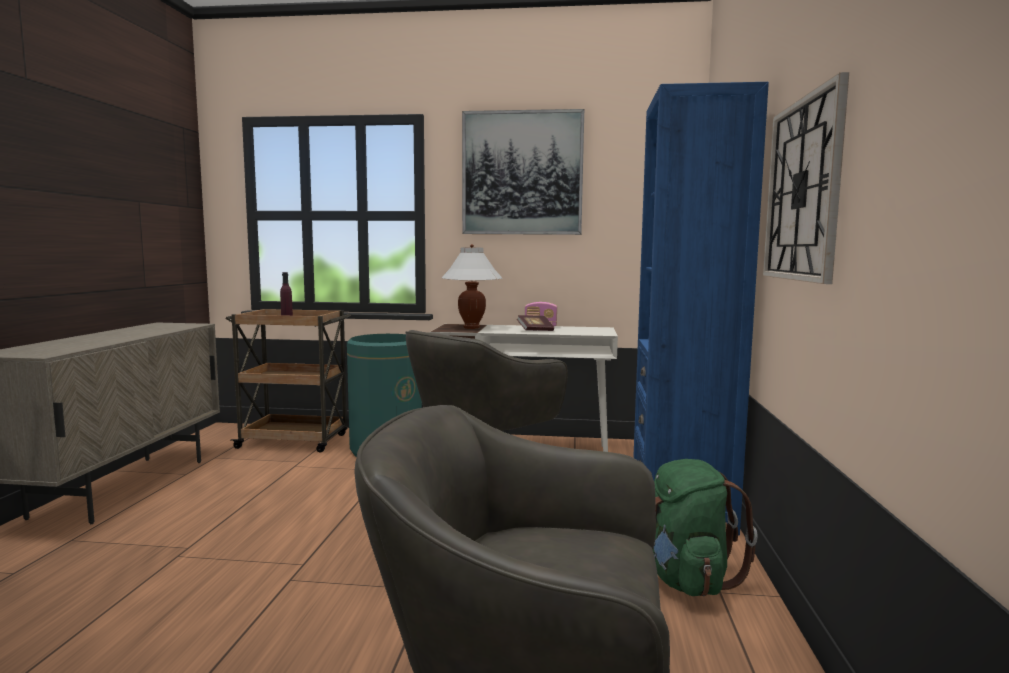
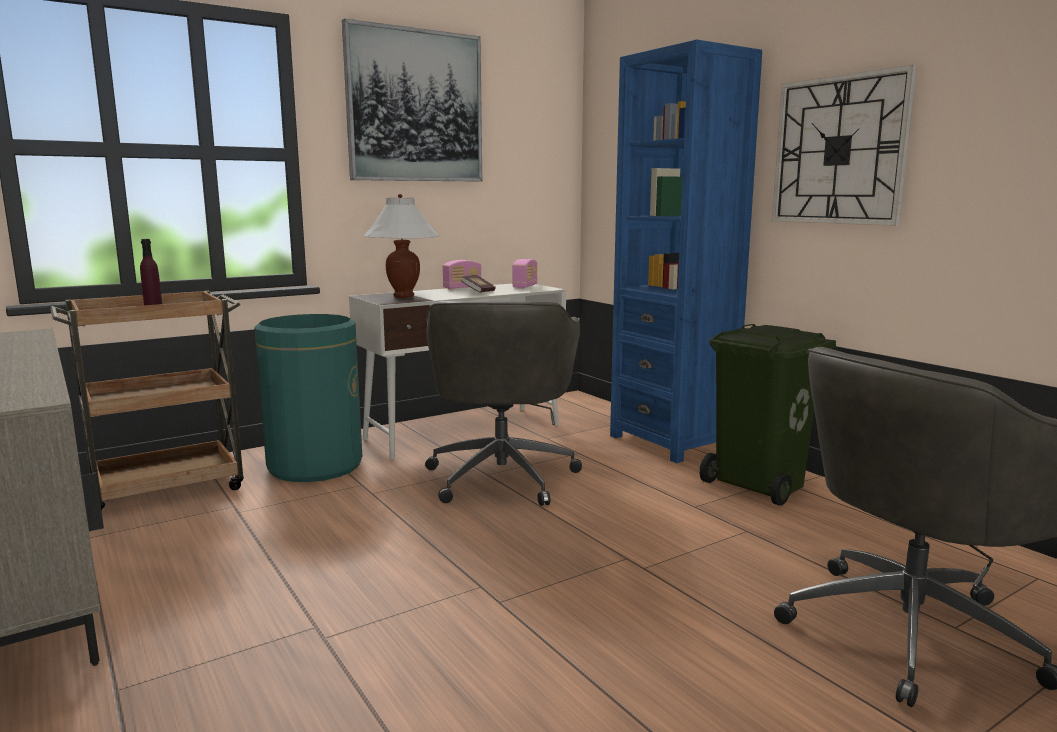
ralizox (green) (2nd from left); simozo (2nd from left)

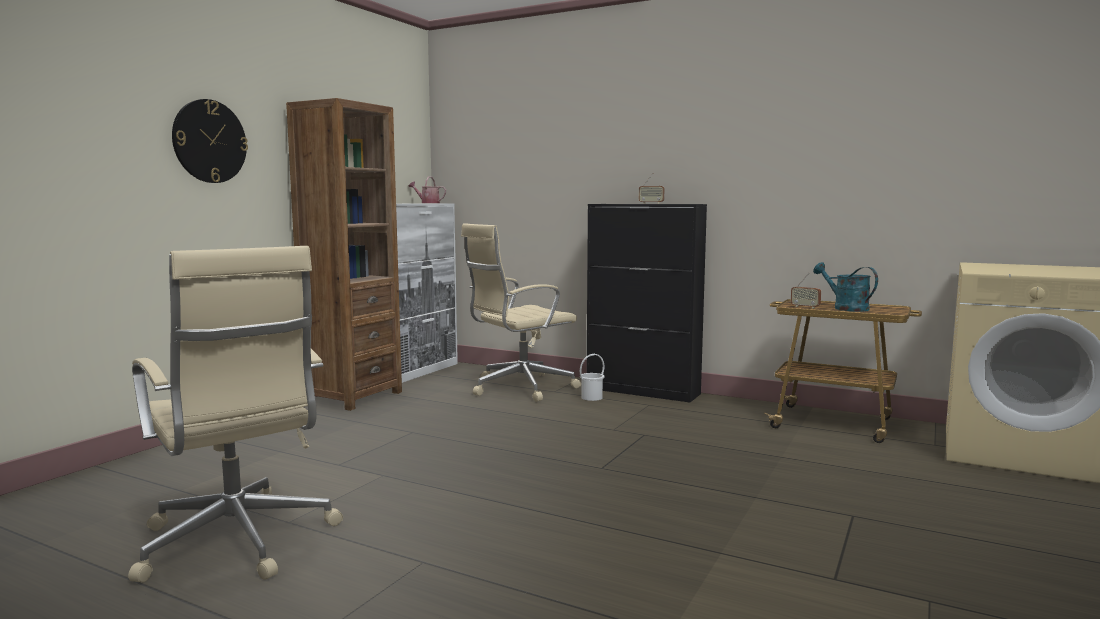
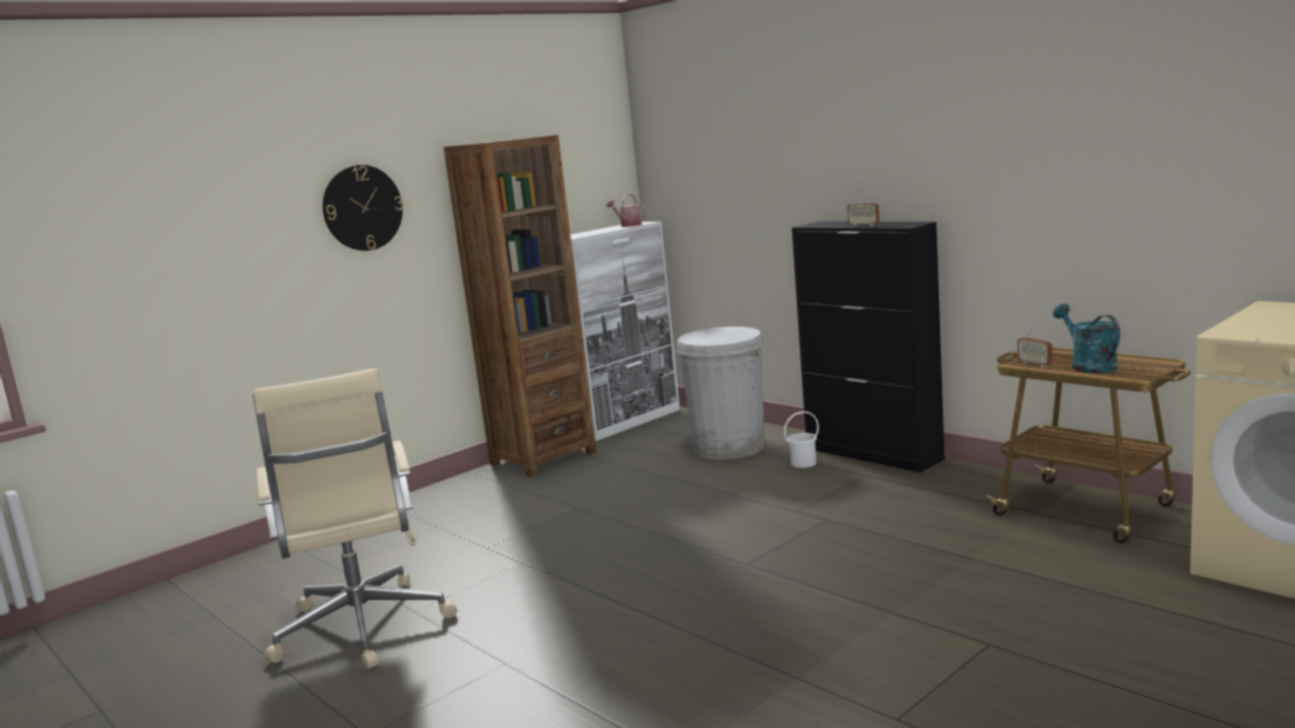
ralizox (white)

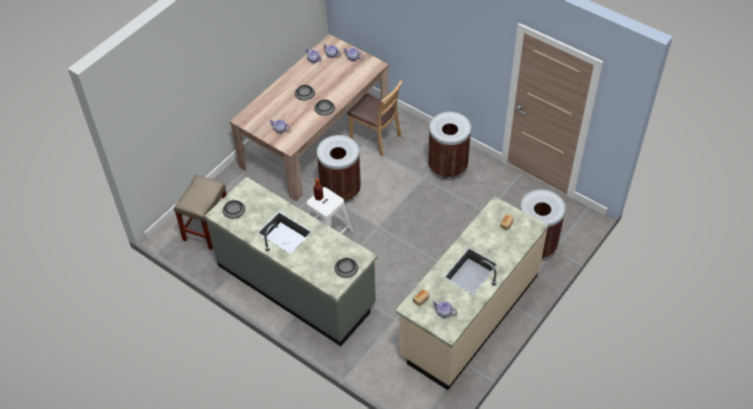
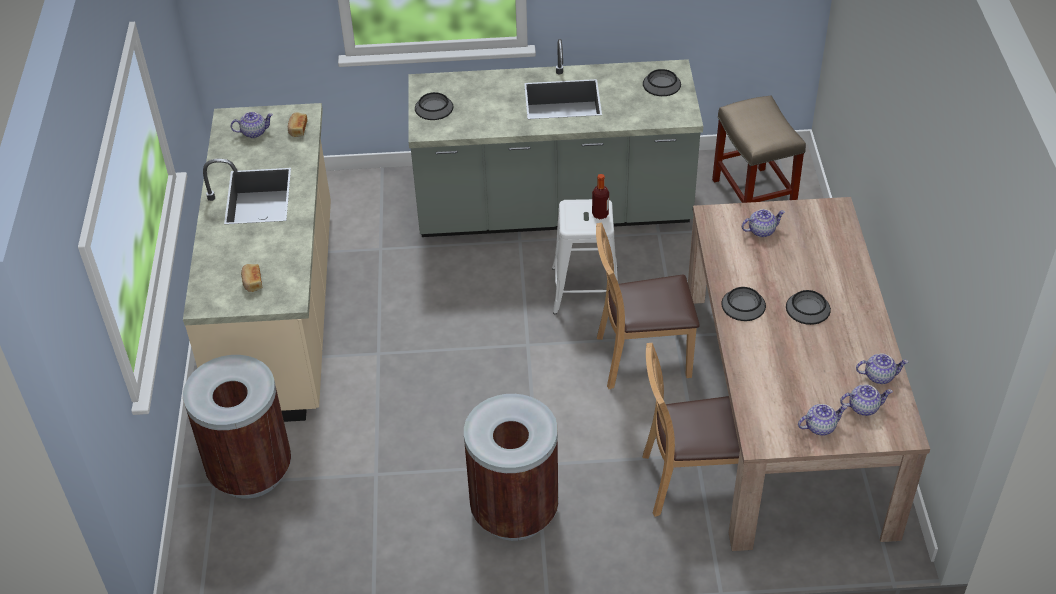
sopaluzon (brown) (1st from left)

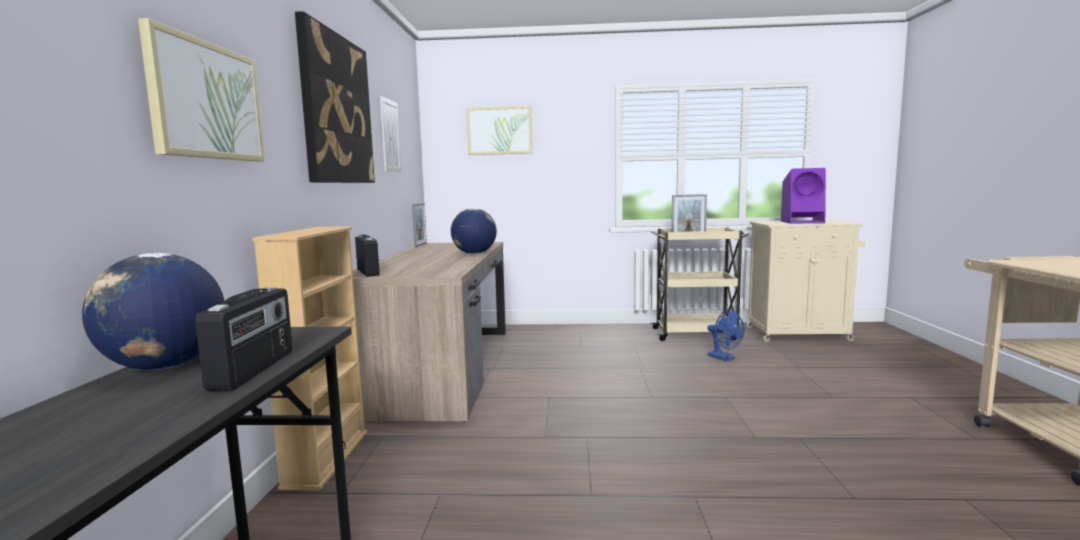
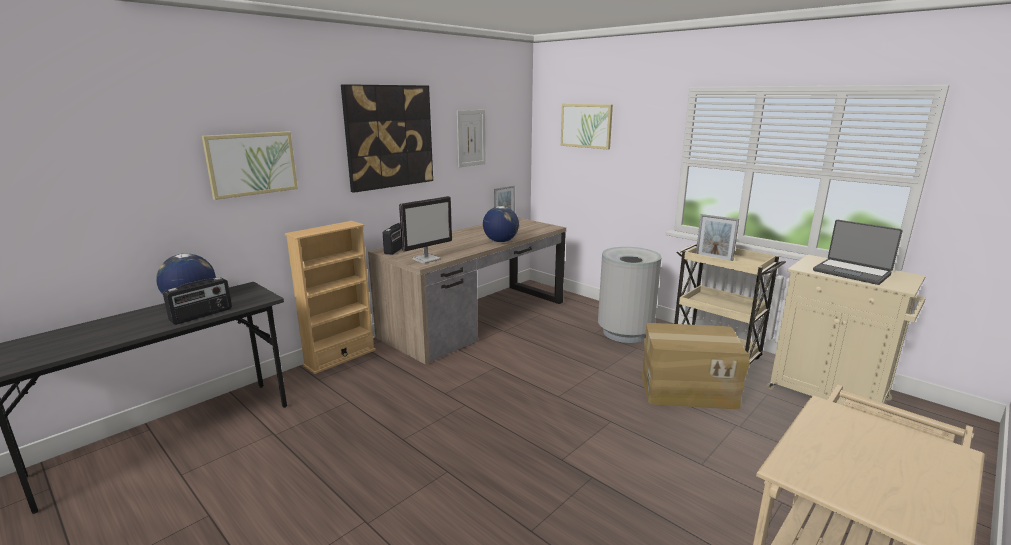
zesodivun; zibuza; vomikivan; ralizox (grey)

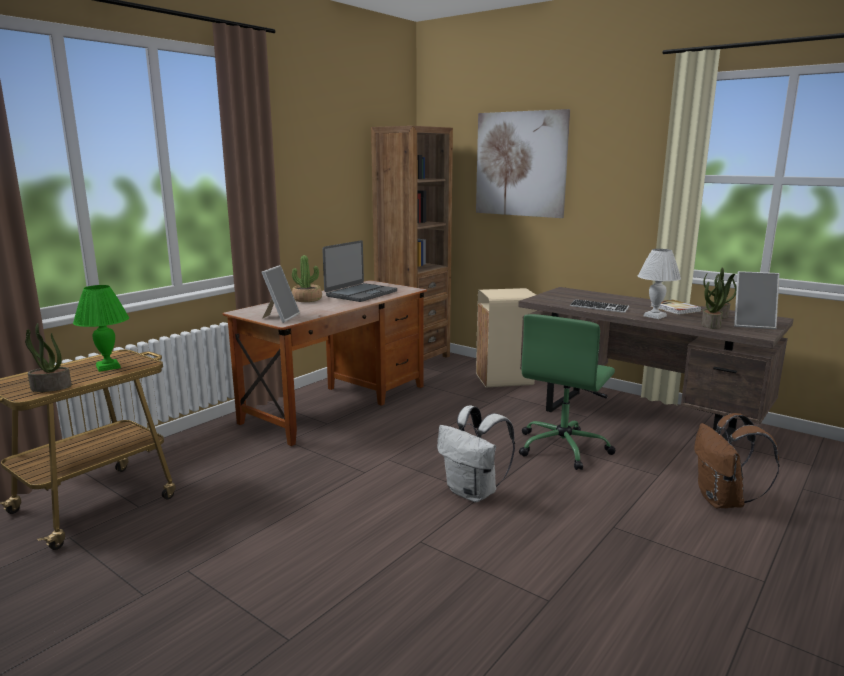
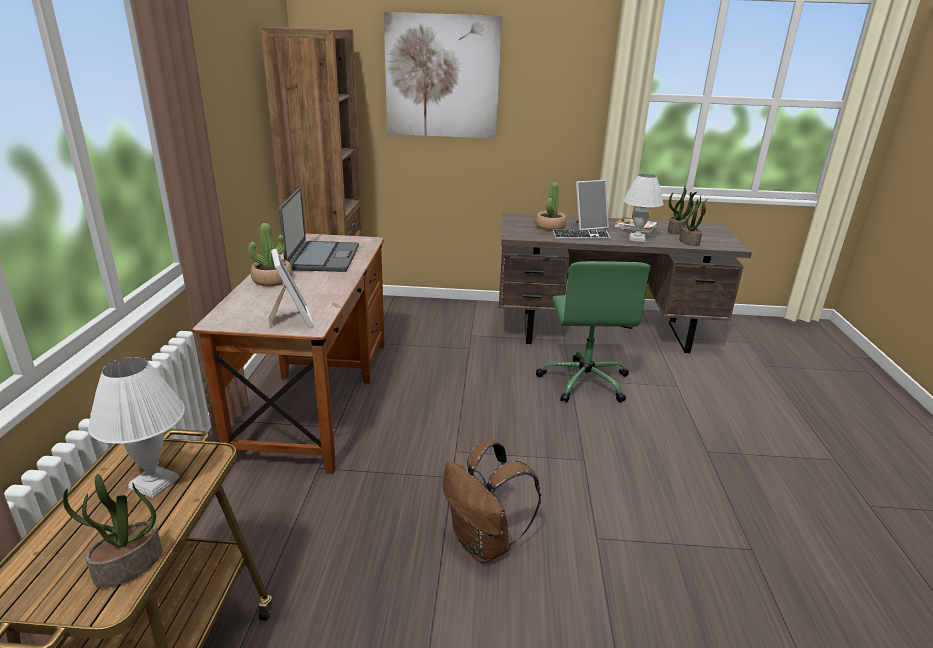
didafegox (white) (1st from left); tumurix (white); ralizox (beige); tumurix (brown); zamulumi (2nd from left); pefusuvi (3rd from left)

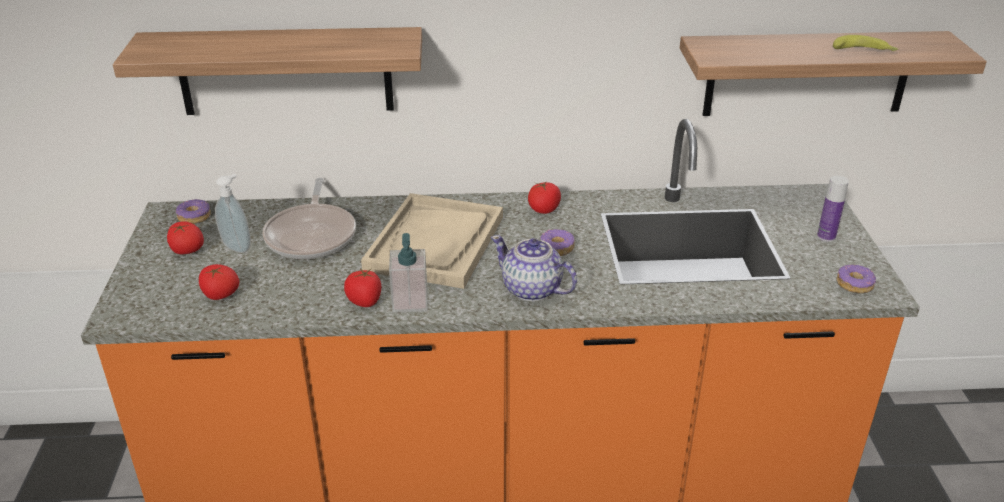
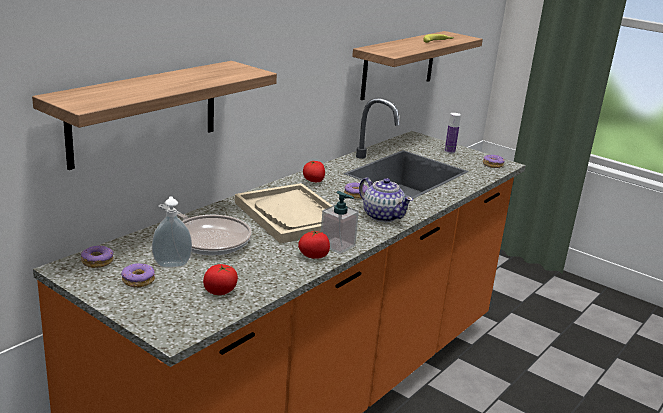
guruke (2nd from left); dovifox

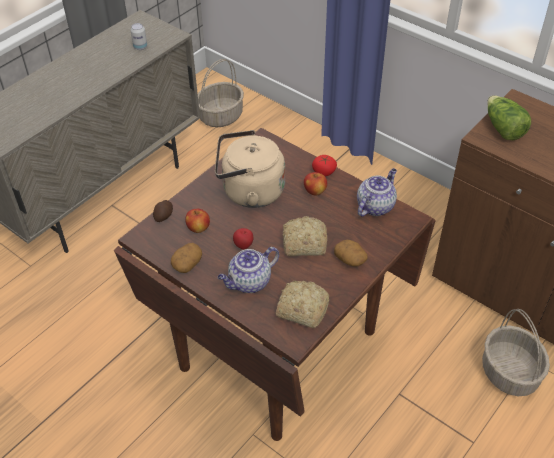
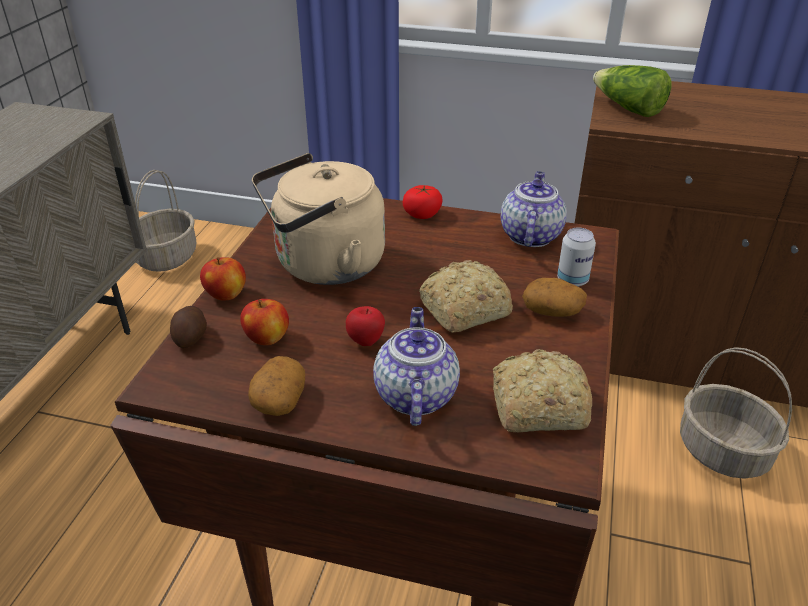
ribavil; dovifox (1st from left); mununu (1st from left)

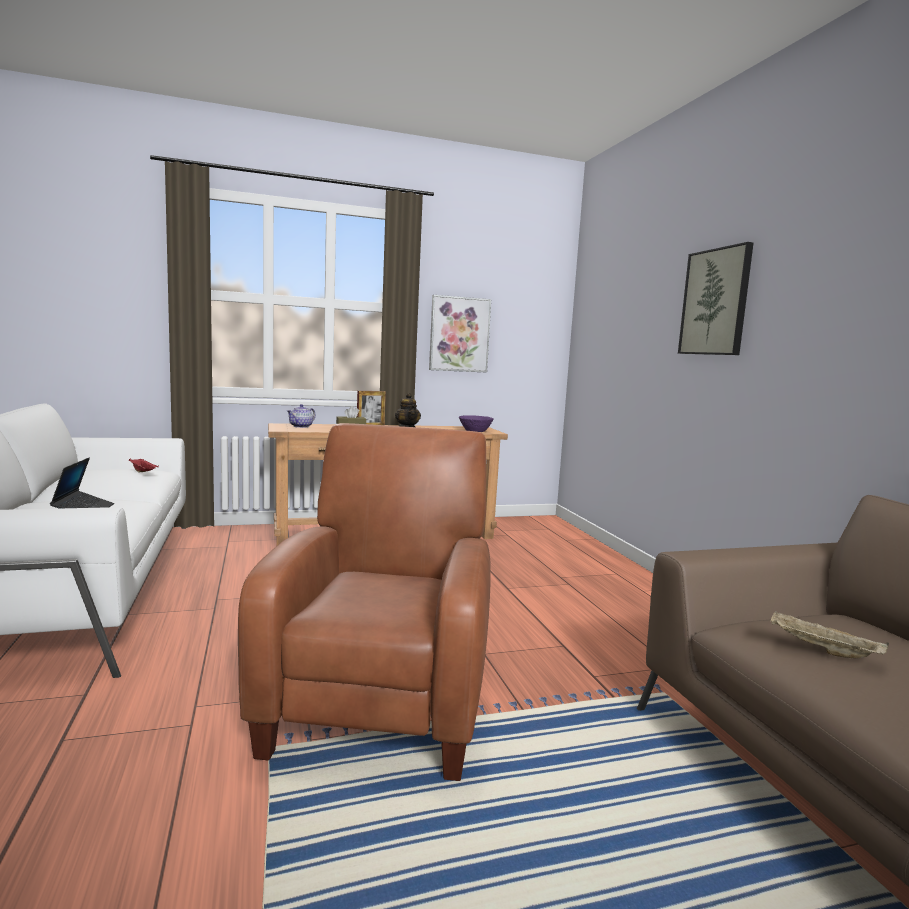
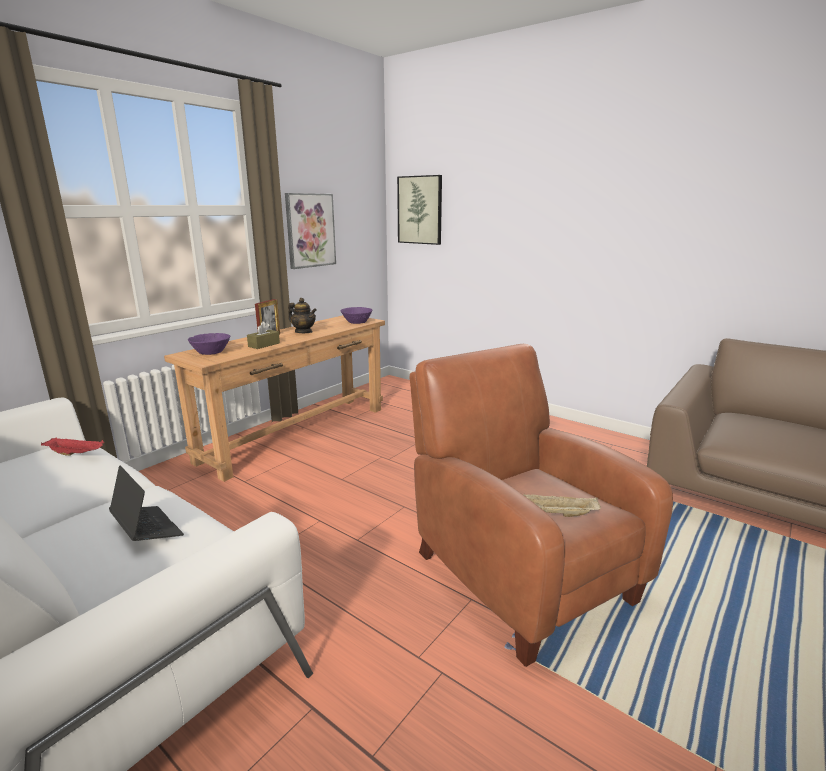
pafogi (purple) (1st from left); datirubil (2nd from left); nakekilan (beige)

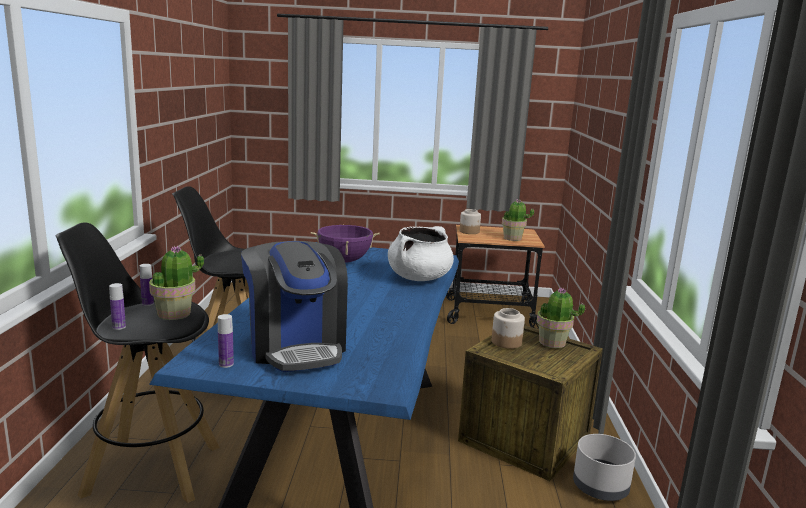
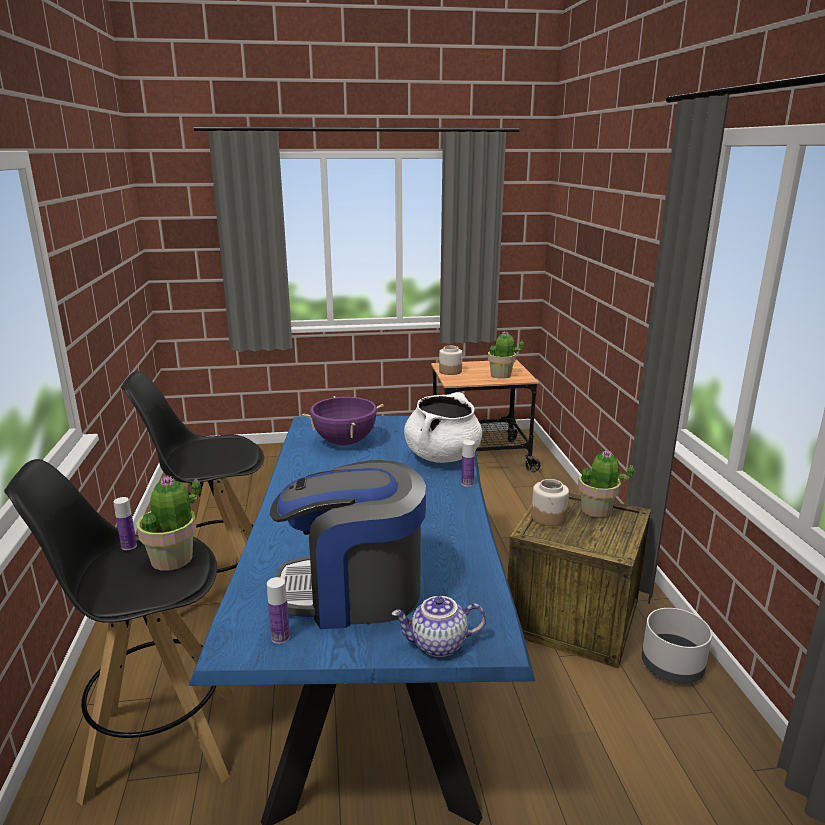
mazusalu (3rd from left); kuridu; dovifox

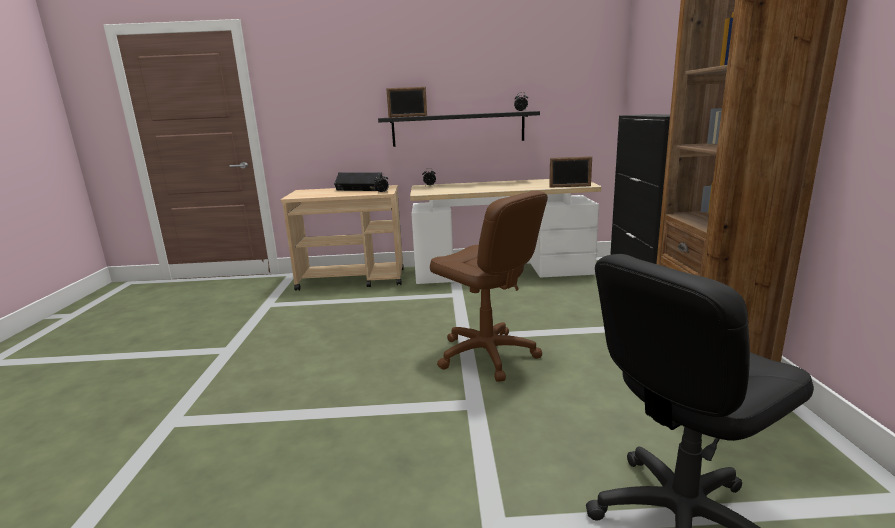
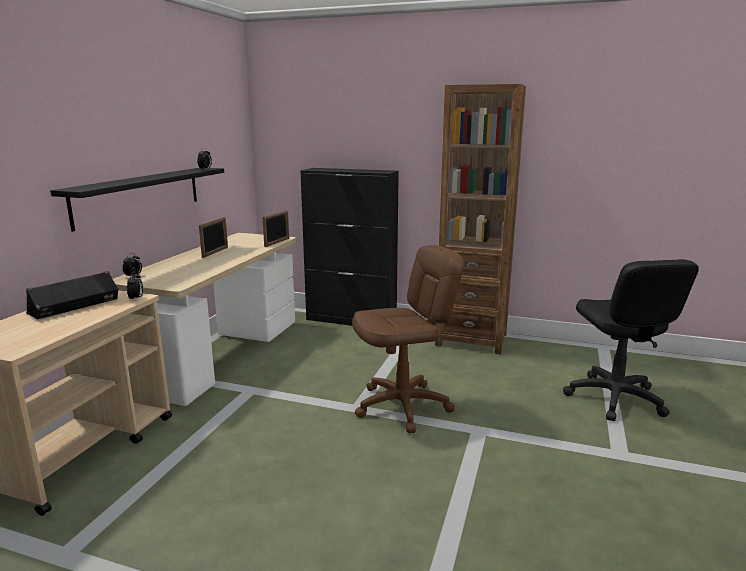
zamulumi (1st from left)

